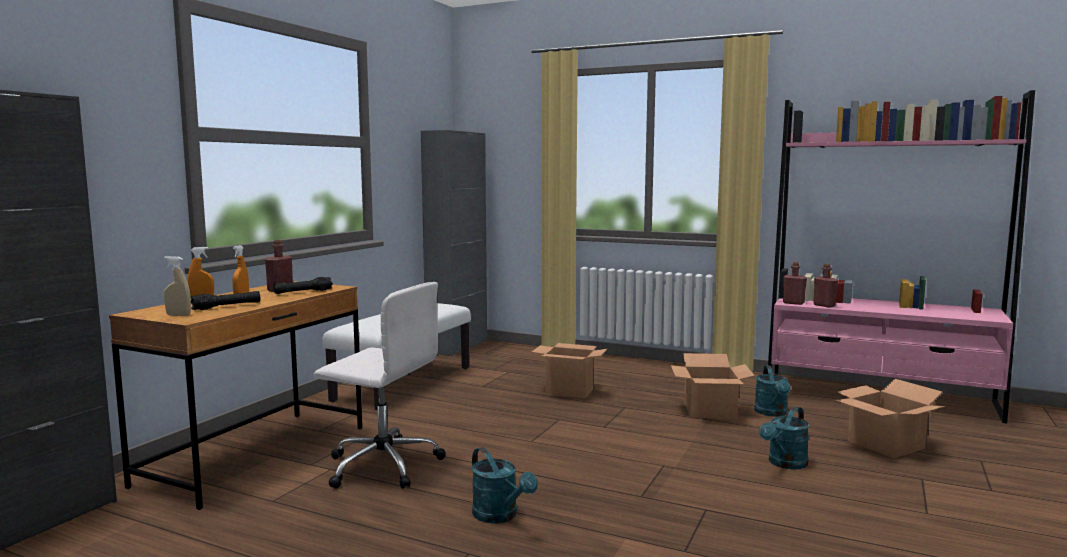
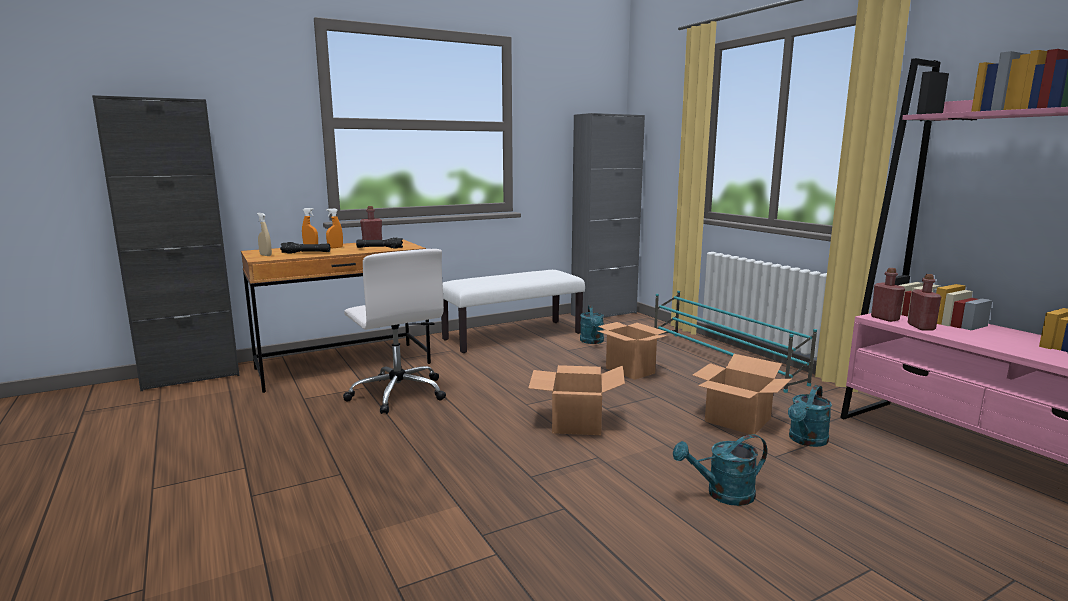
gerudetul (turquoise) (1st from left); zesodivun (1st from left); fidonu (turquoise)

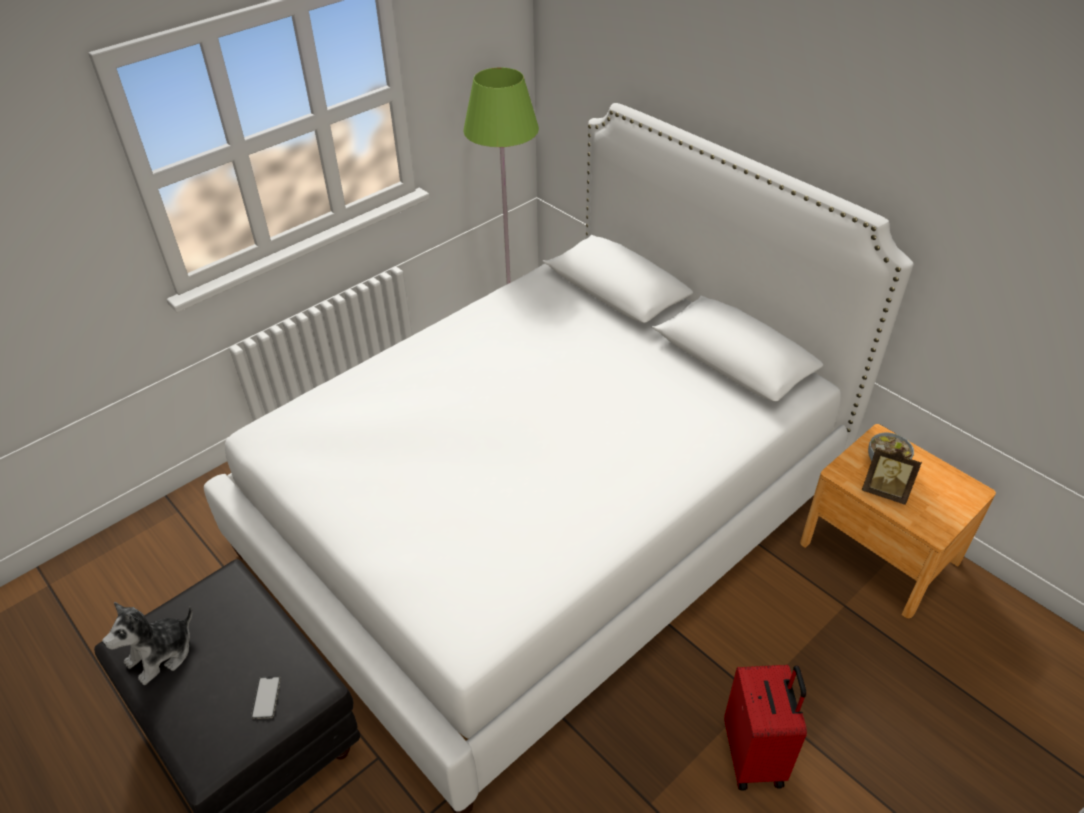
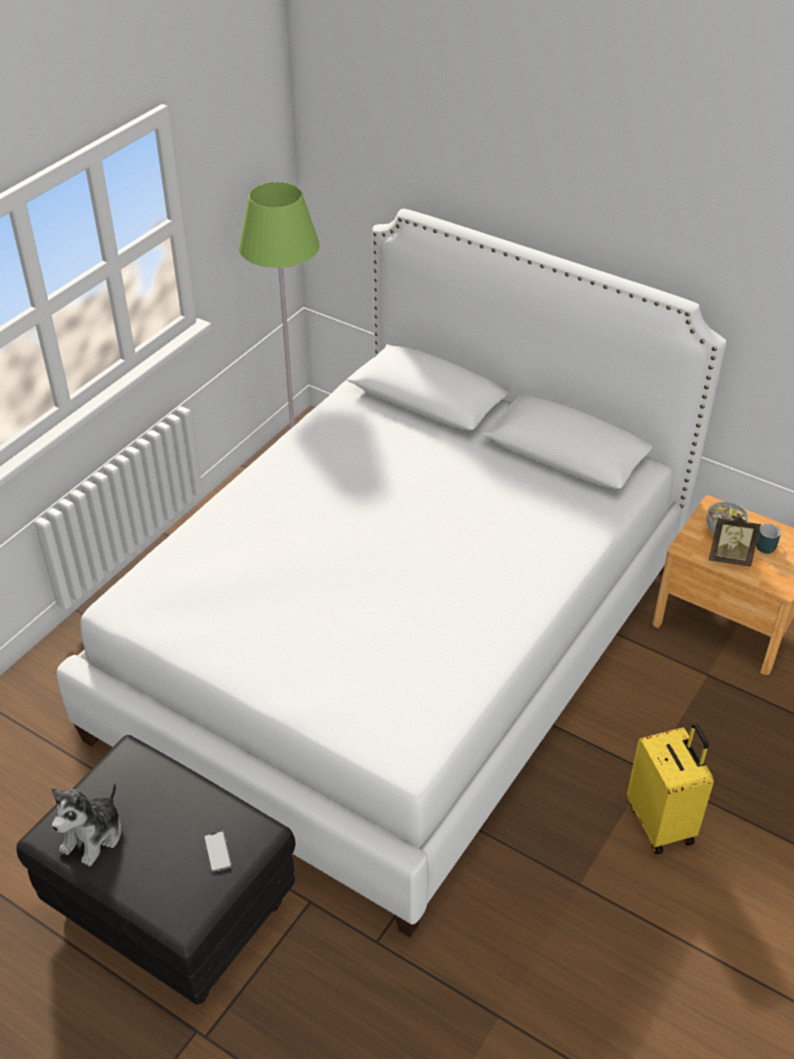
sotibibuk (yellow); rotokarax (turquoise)

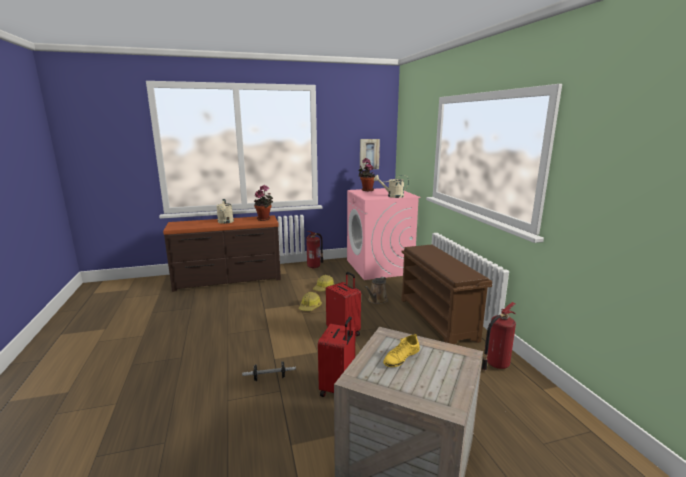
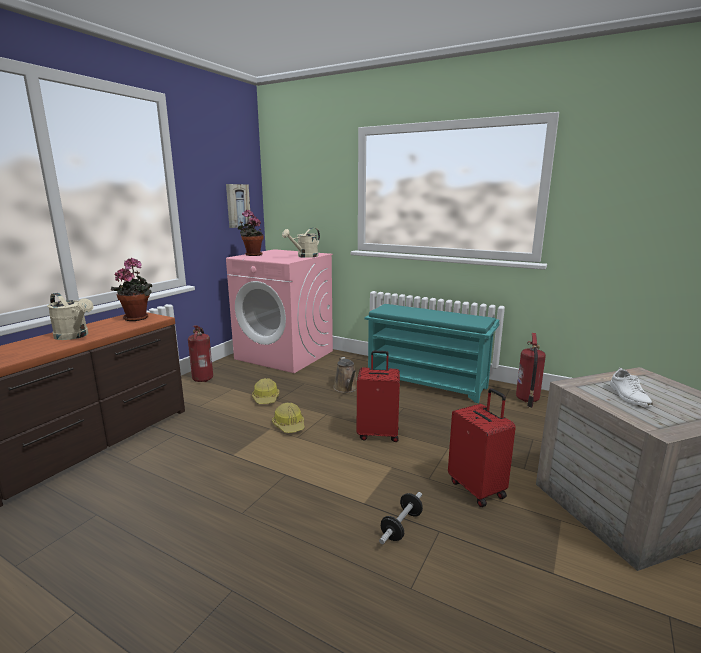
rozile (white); fidonu (turquoise)

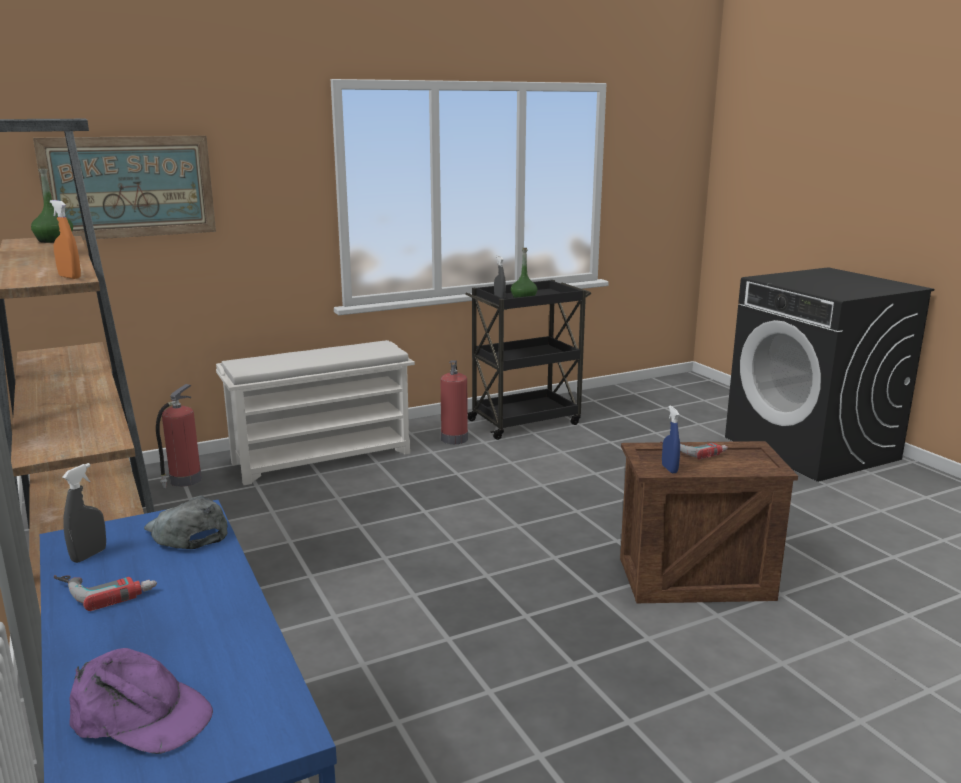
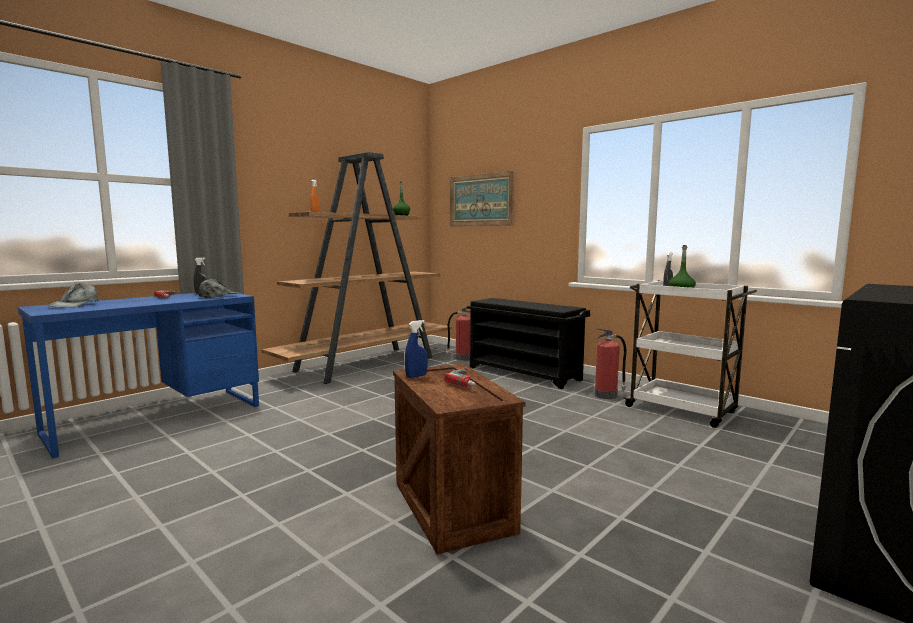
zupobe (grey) (1st from left); fidonu (black); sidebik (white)

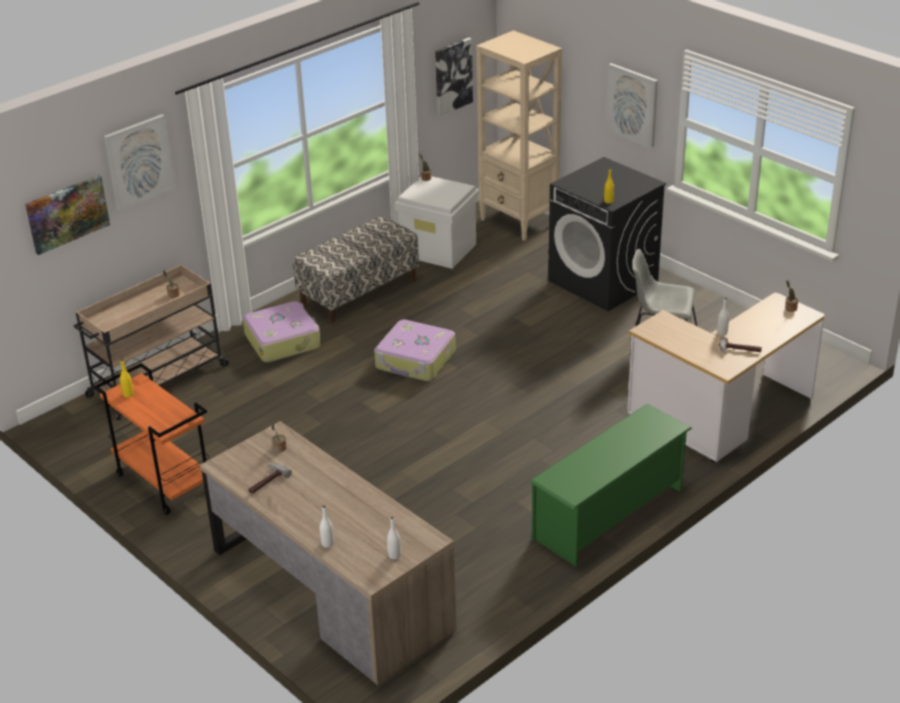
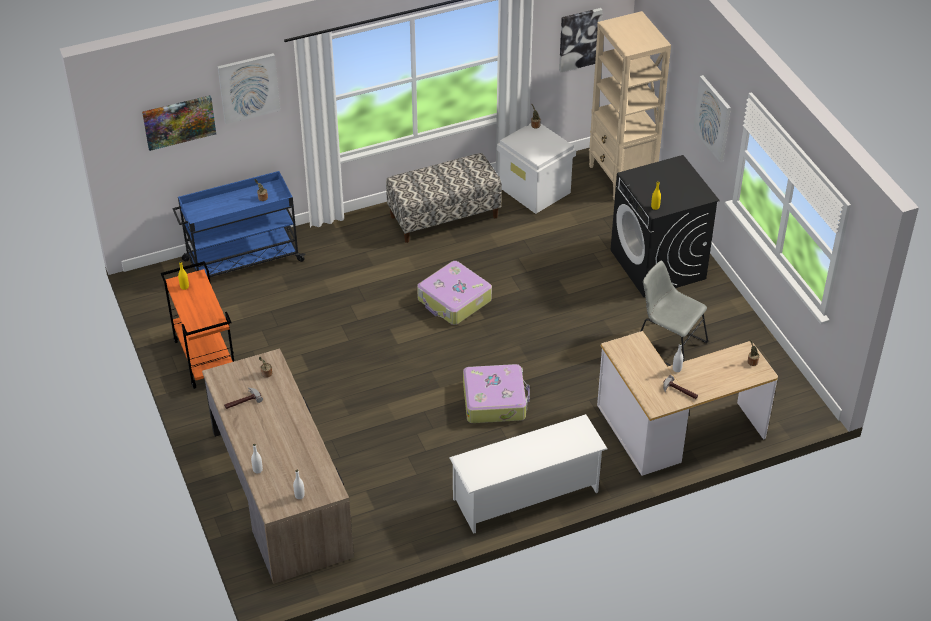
sidebik (blue); sotibibuk (2nd from left); fidonu (white)

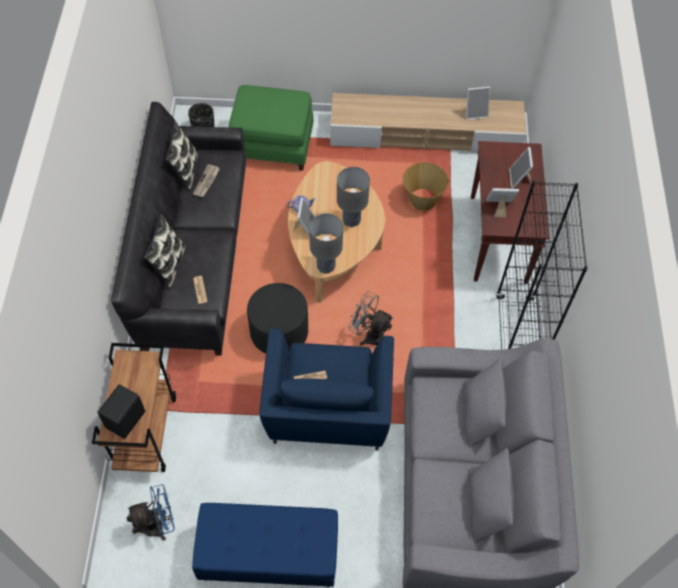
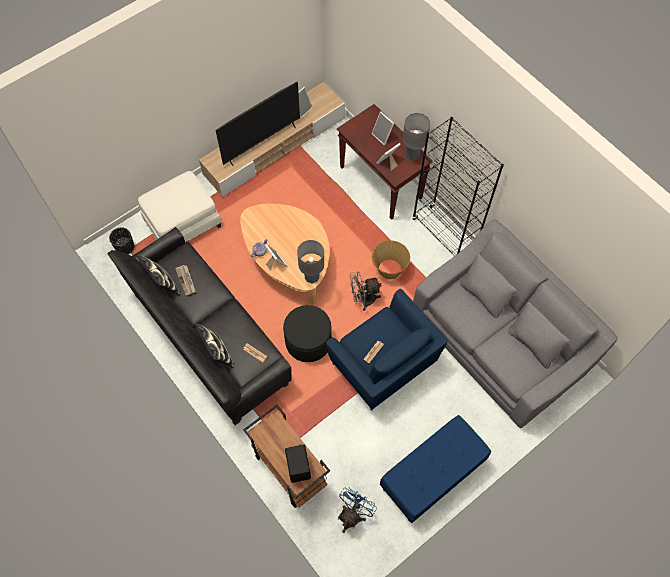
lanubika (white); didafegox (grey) (2nd from left); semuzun; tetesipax

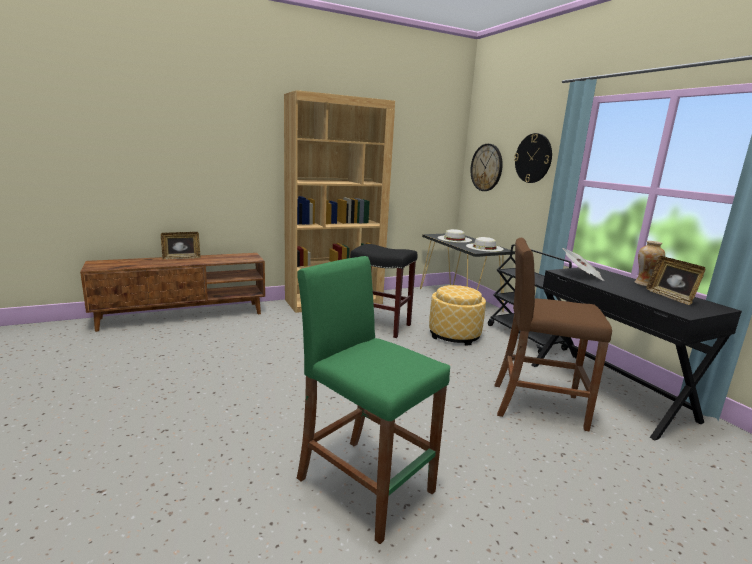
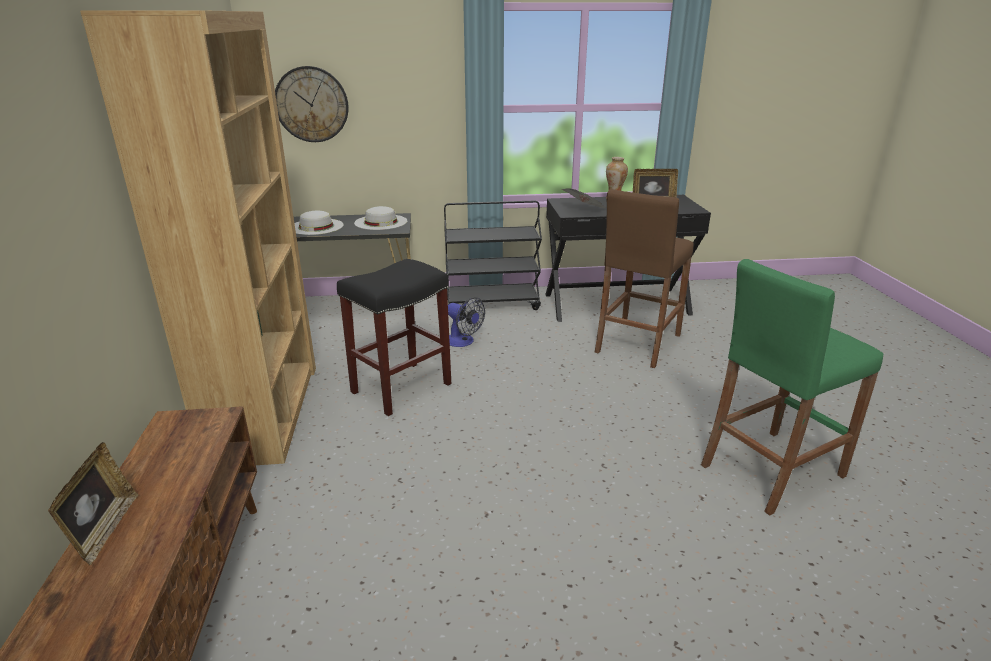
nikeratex; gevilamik (2nd from left in the first image)

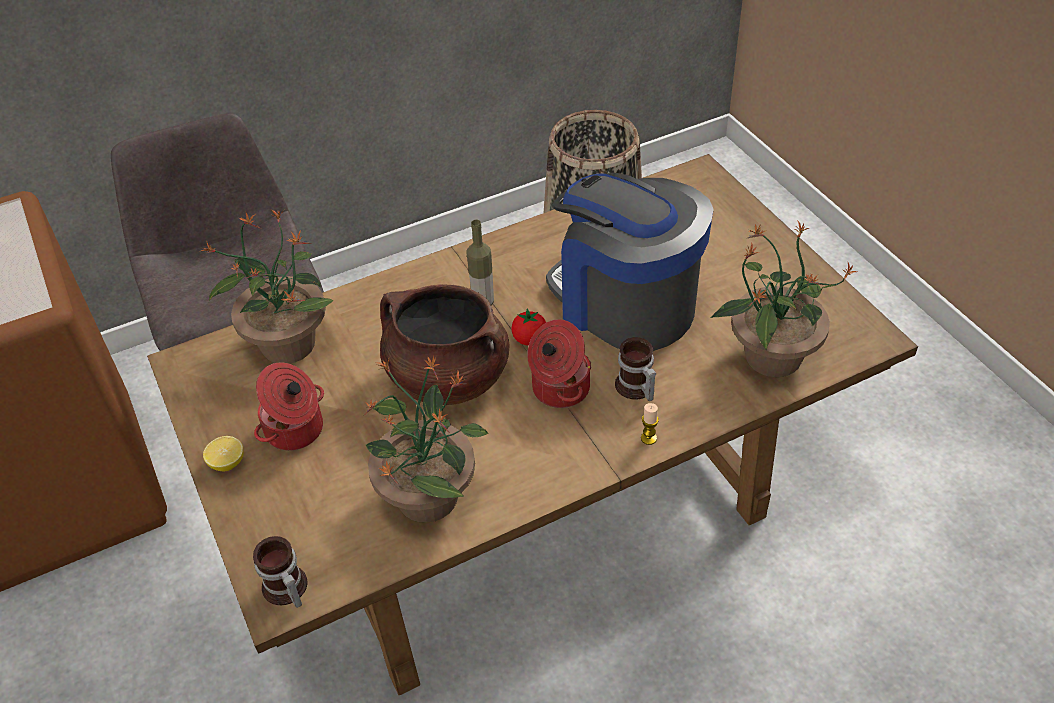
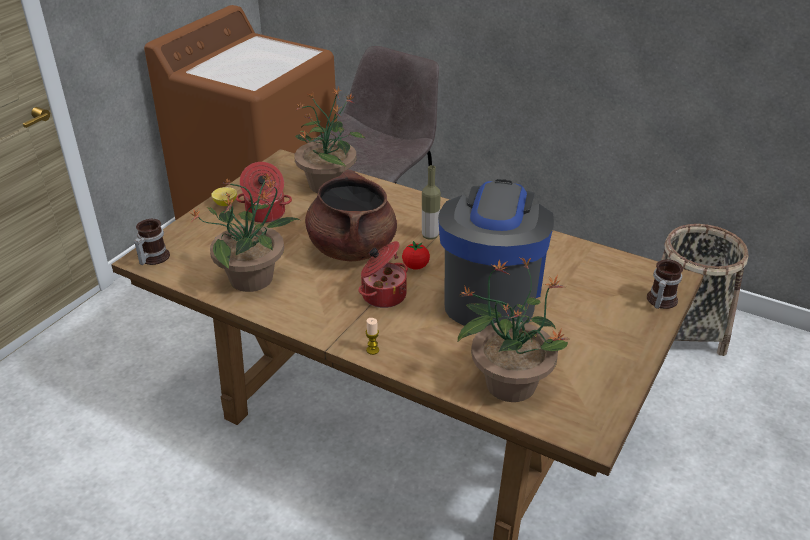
rotokarax (2nd from left)

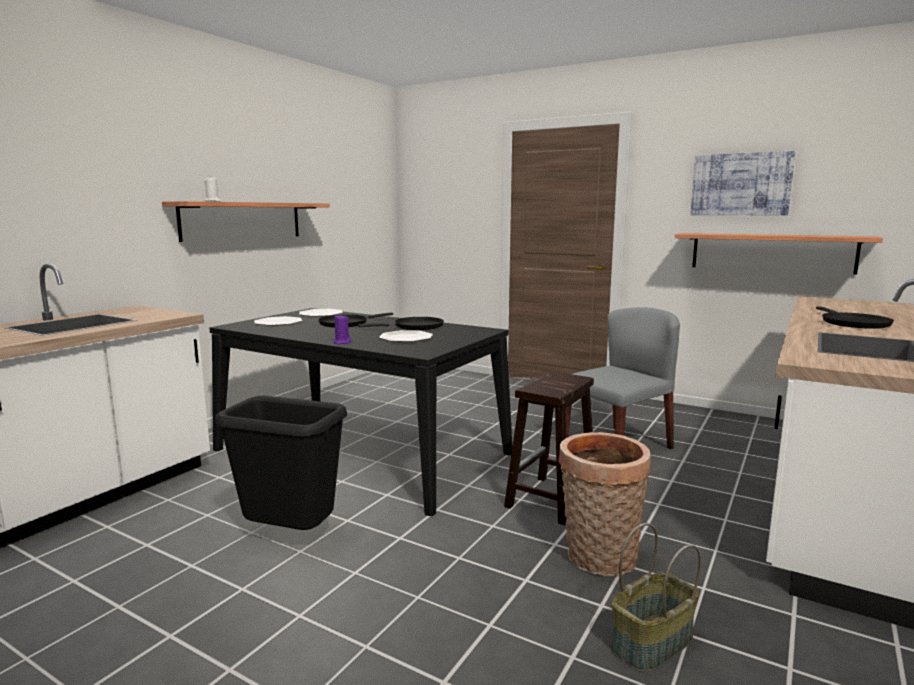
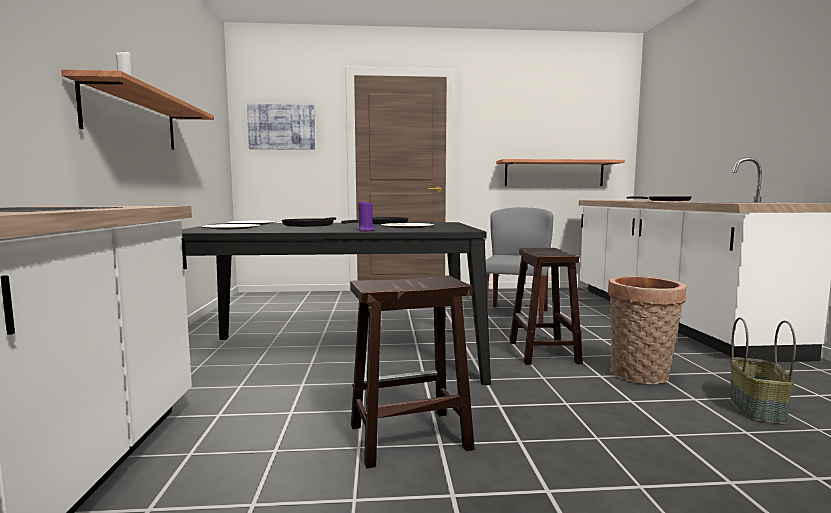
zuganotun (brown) (1st from left); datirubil

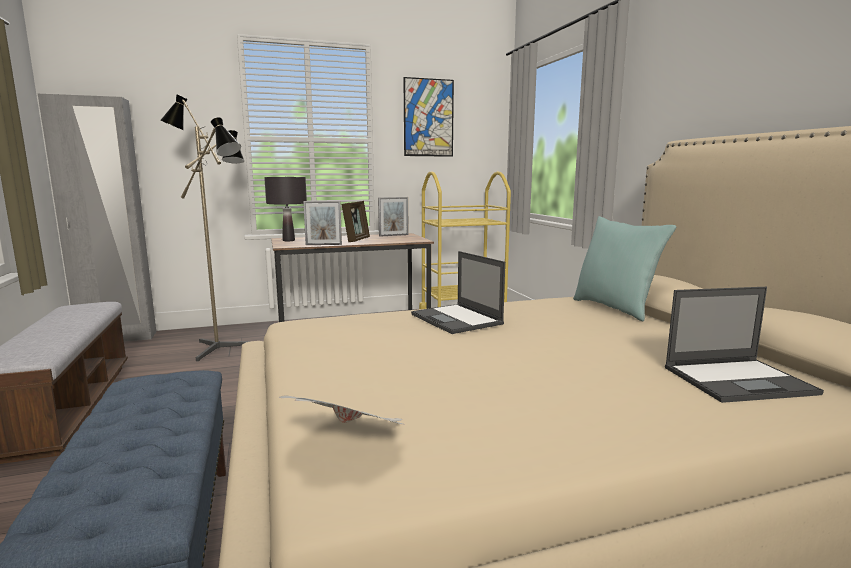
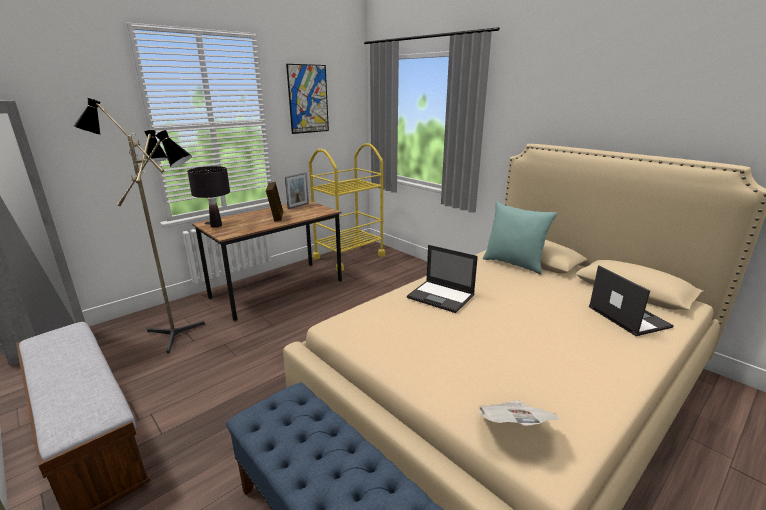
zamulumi (1st from left in the first image); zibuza (2nd from left)

